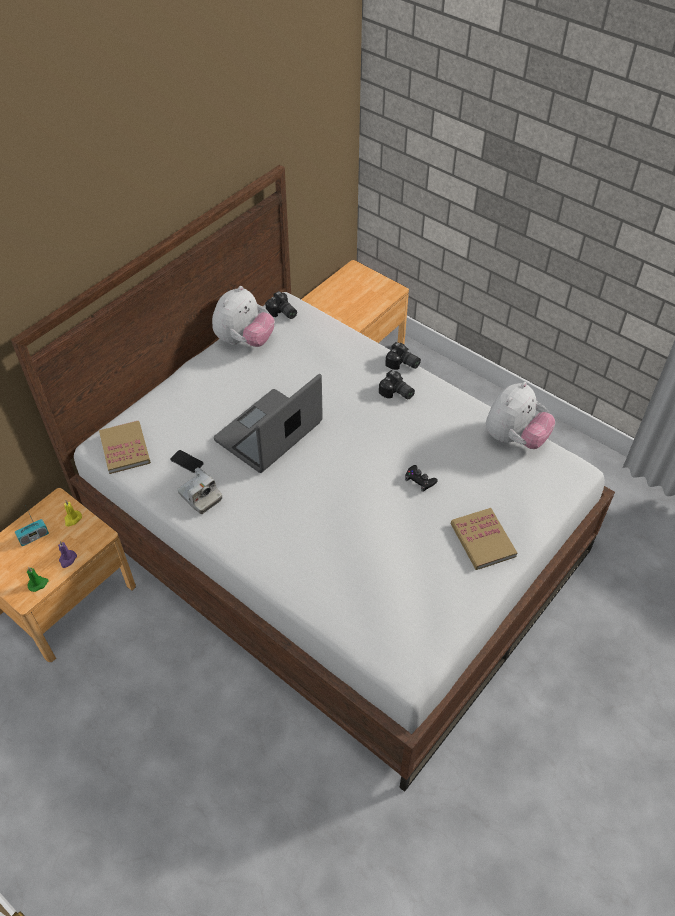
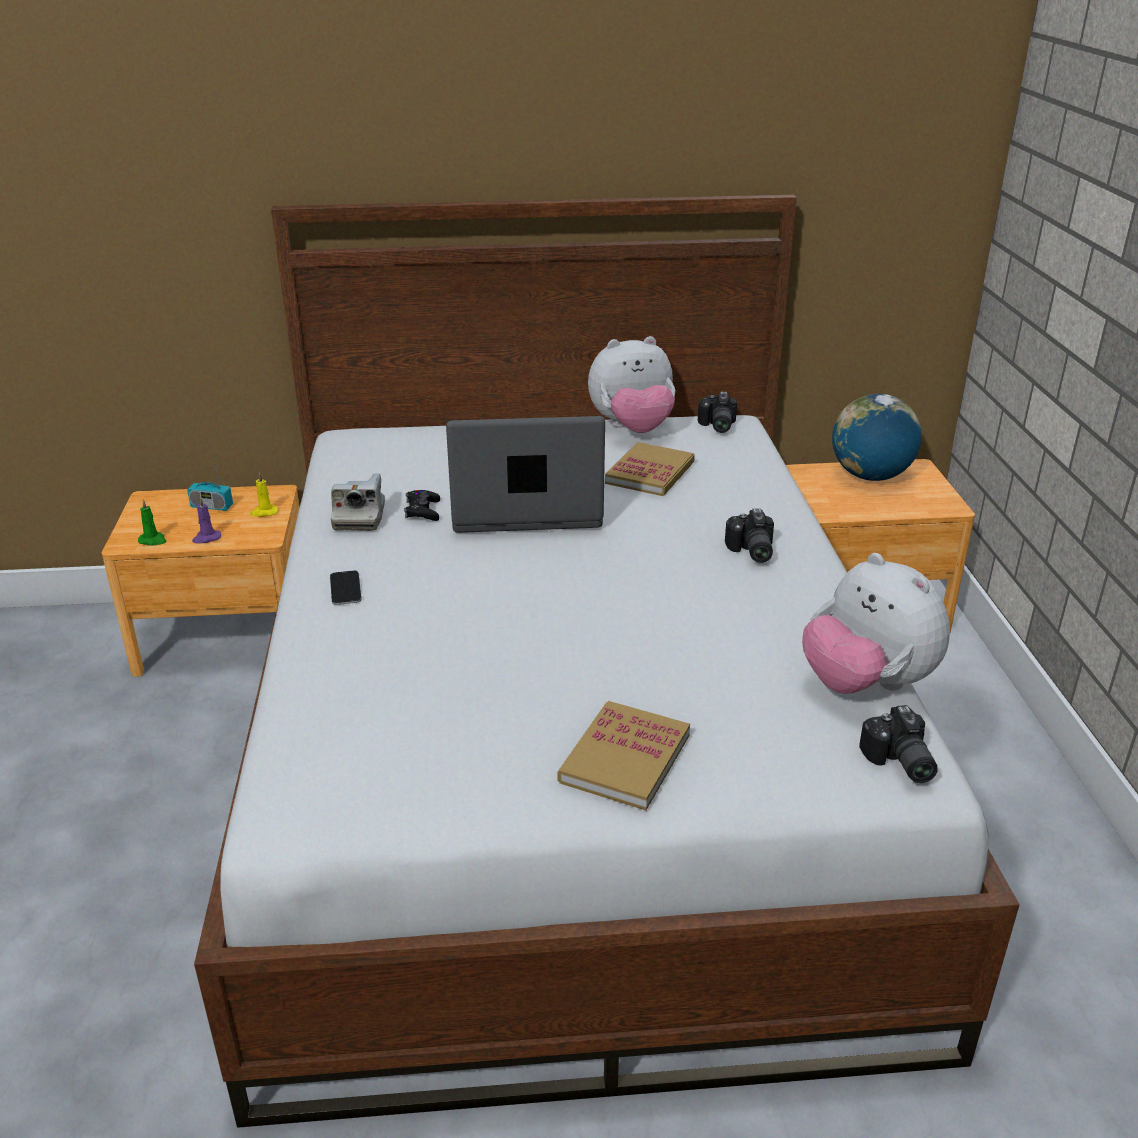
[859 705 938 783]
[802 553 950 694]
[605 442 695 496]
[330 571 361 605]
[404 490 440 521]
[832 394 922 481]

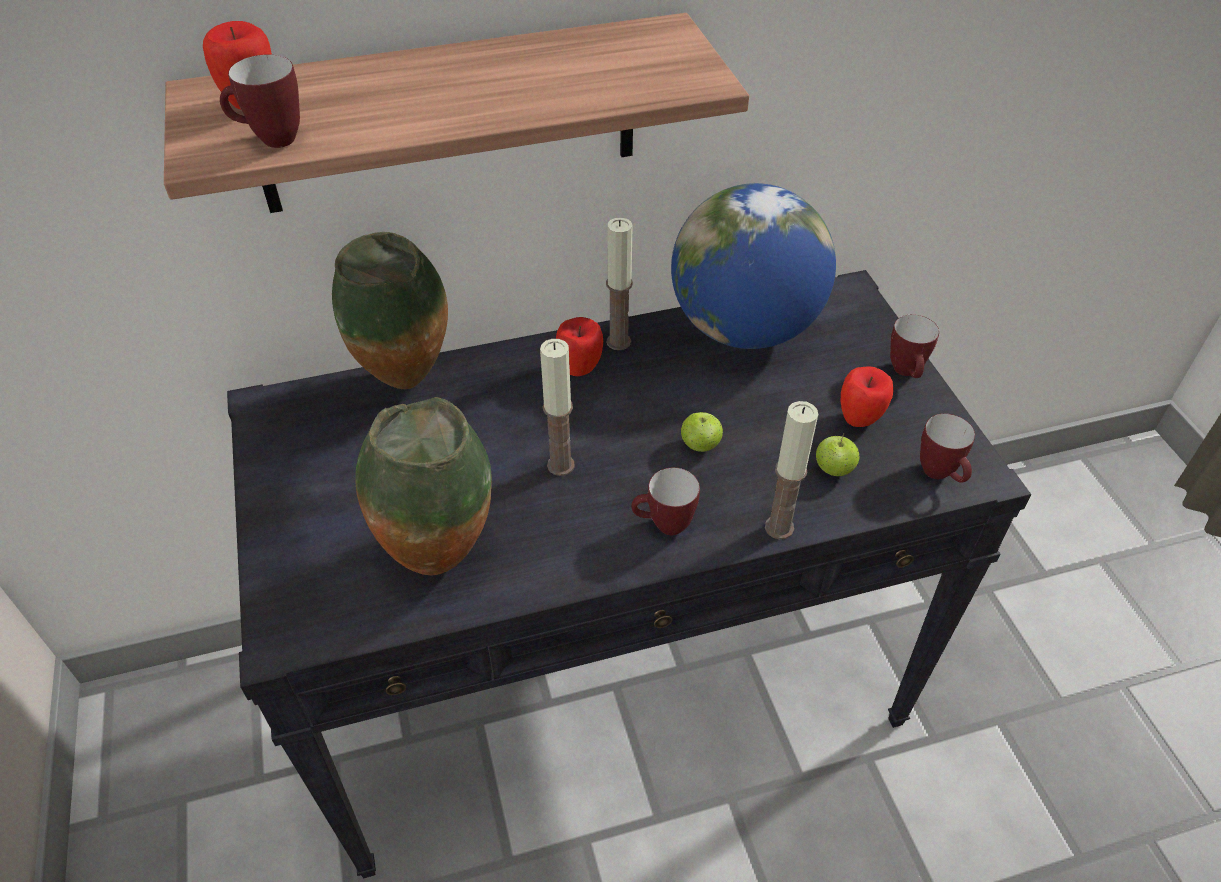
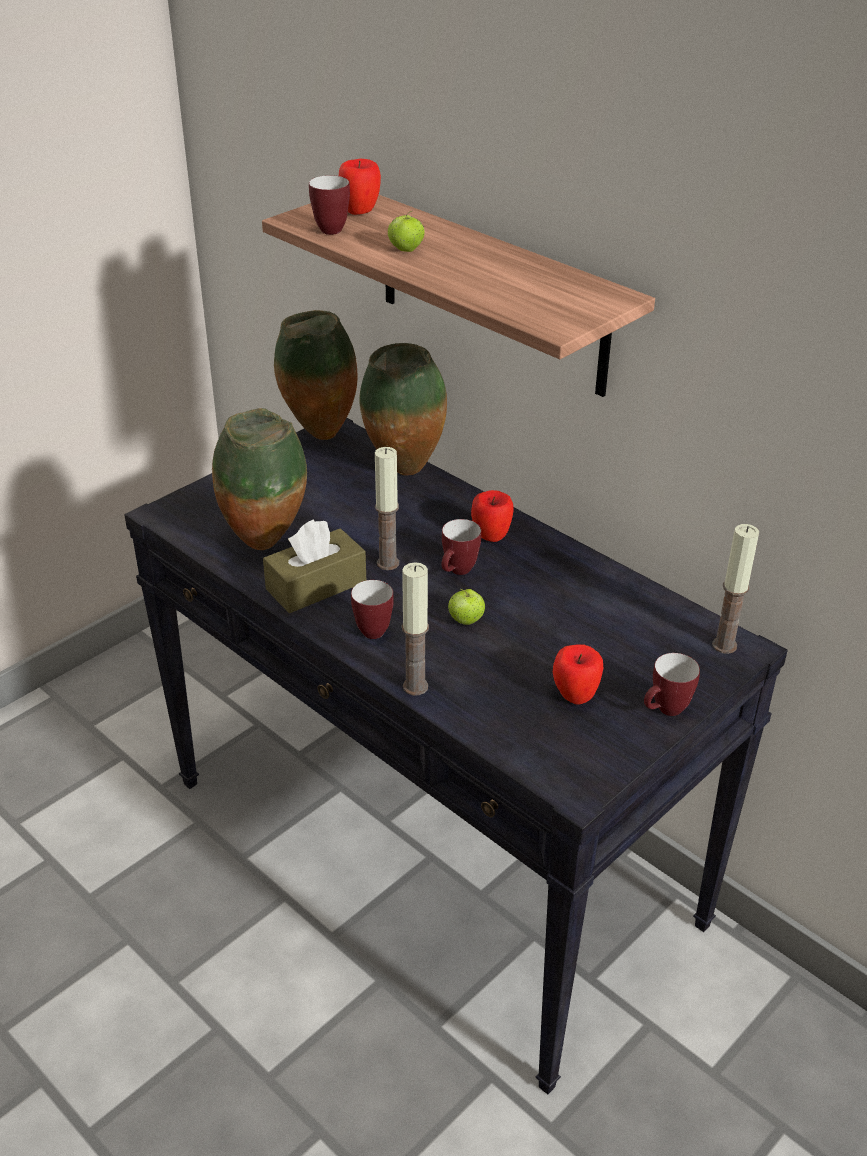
[671 183 836 349] (first image)
[712 524 759 654]
[442 519 481 575]
[388 211 425 252]
[274 310 358 440]
[263 520 366 613]

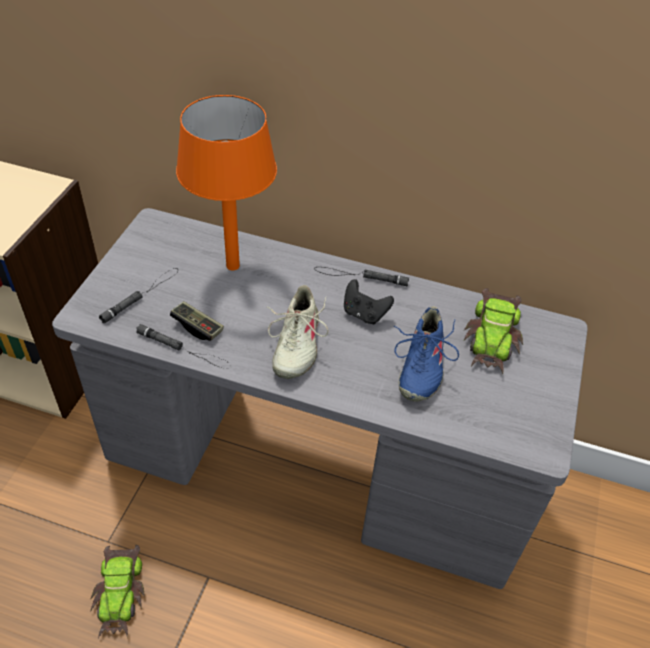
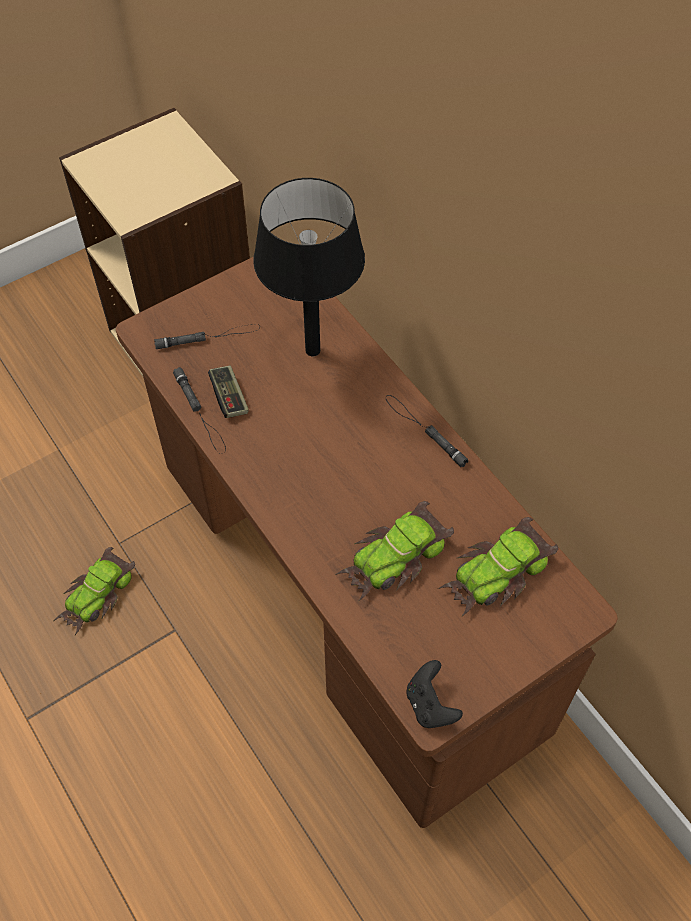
[253 178 365 356]
[116 257 618 828]
[406 660 463 728]
[267 285 328 379] (first image)
[335 501 454 601]

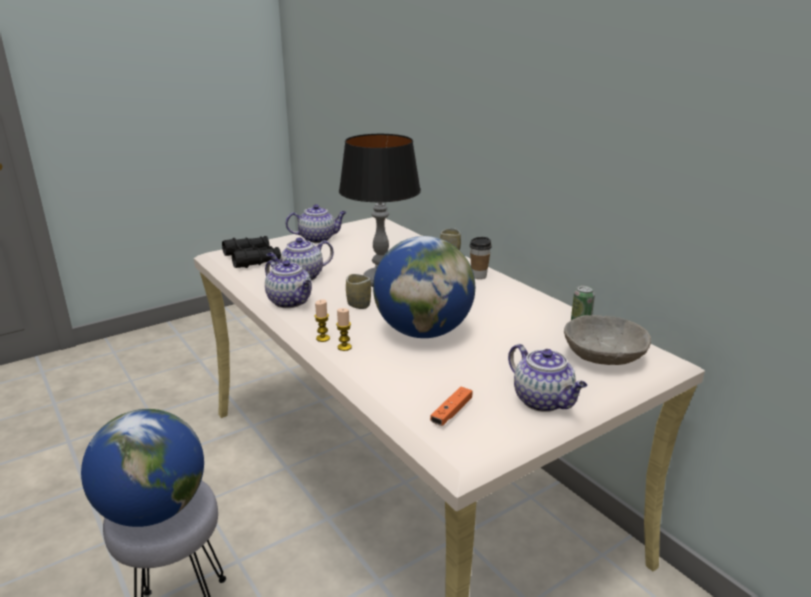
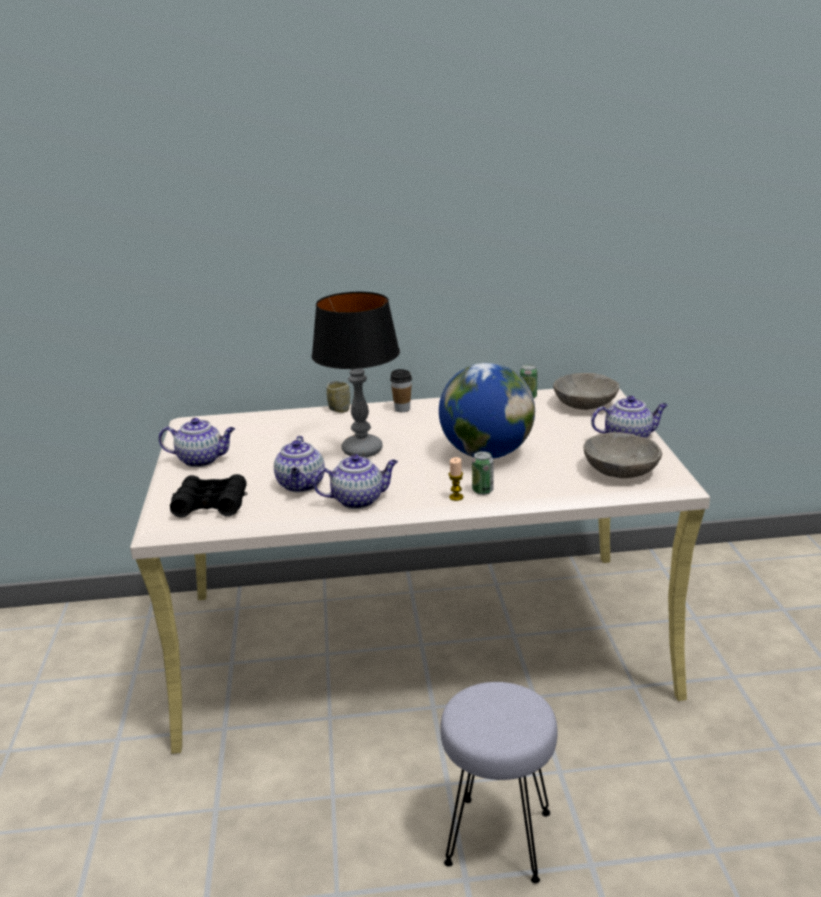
[158 418 235 467]
[346 274 371 309] (first image)
[472 451 494 495]
[584 432 662 478]
[81 409 204 527] (first image)

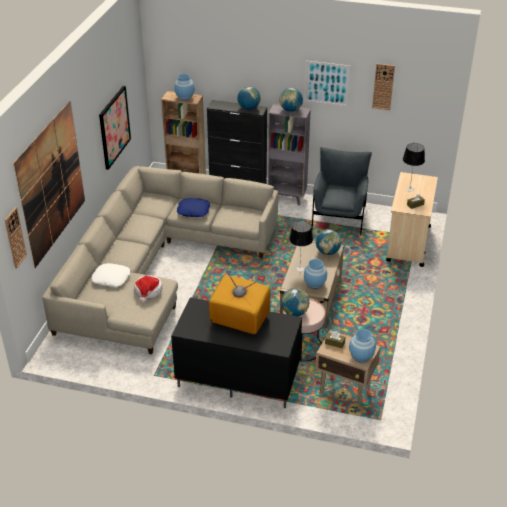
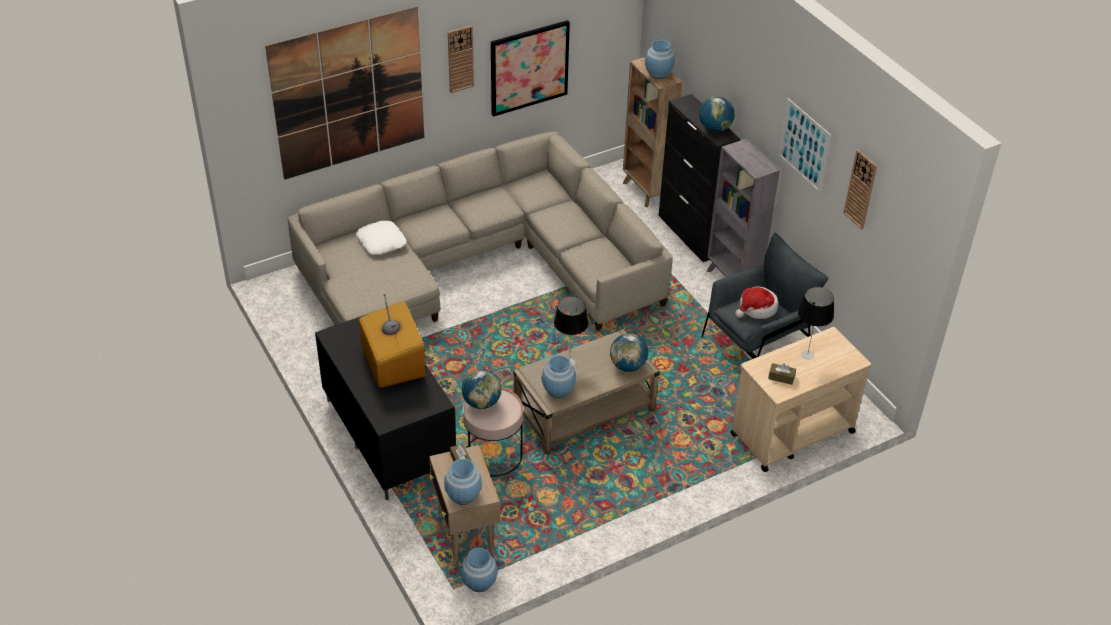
[279 88 303 112] (first image)
[177 198 210 217] (first image)
[448 25 474 93]
[735 286 778 319]
[460 548 498 592]

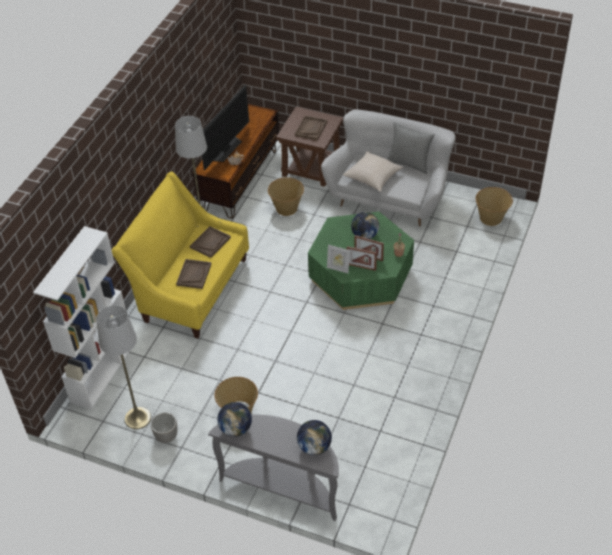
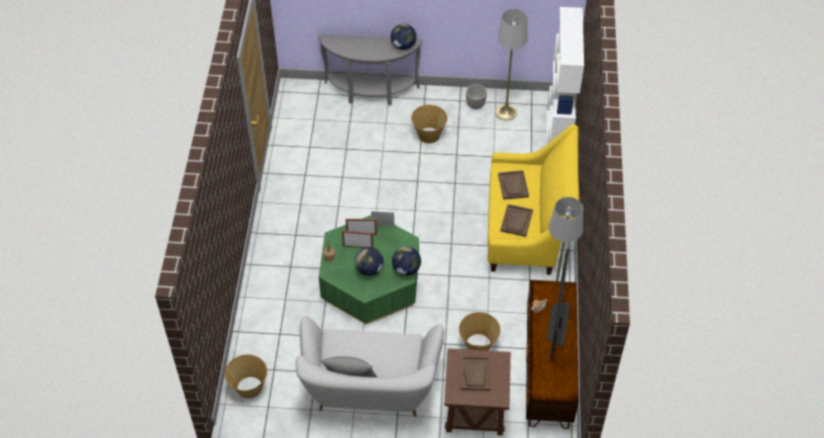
[343 151 404 192] (first image)
[392 246 421 276]

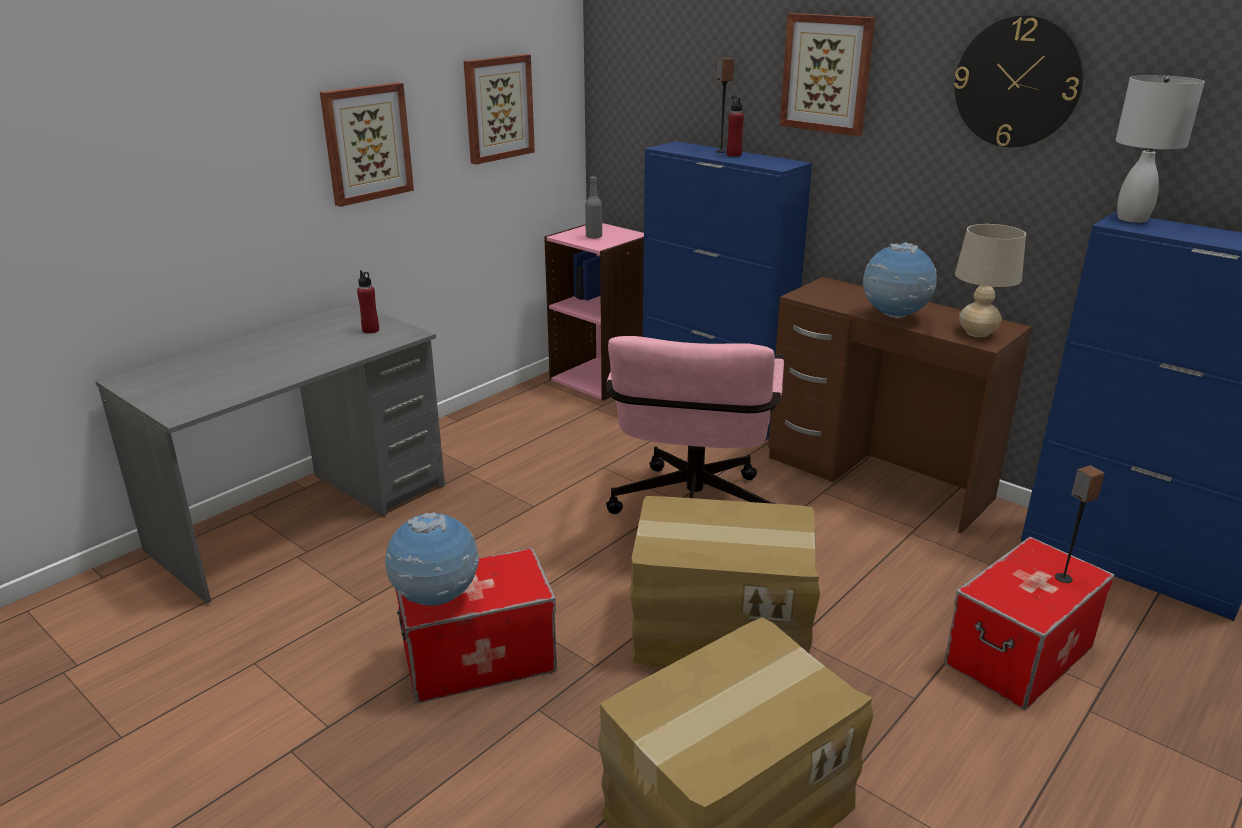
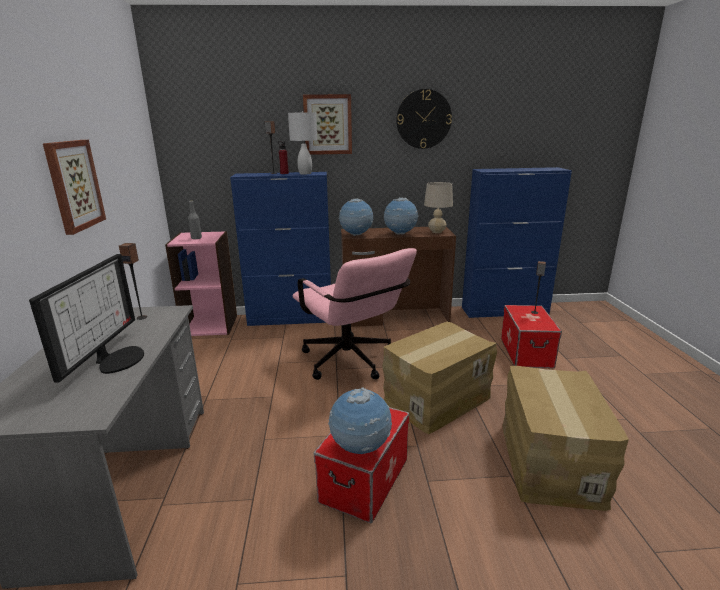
[464 54 535 165] (first image)
[288 112 317 174]
[119 243 147 320]
[339 198 373 236]
[29 254 144 382]

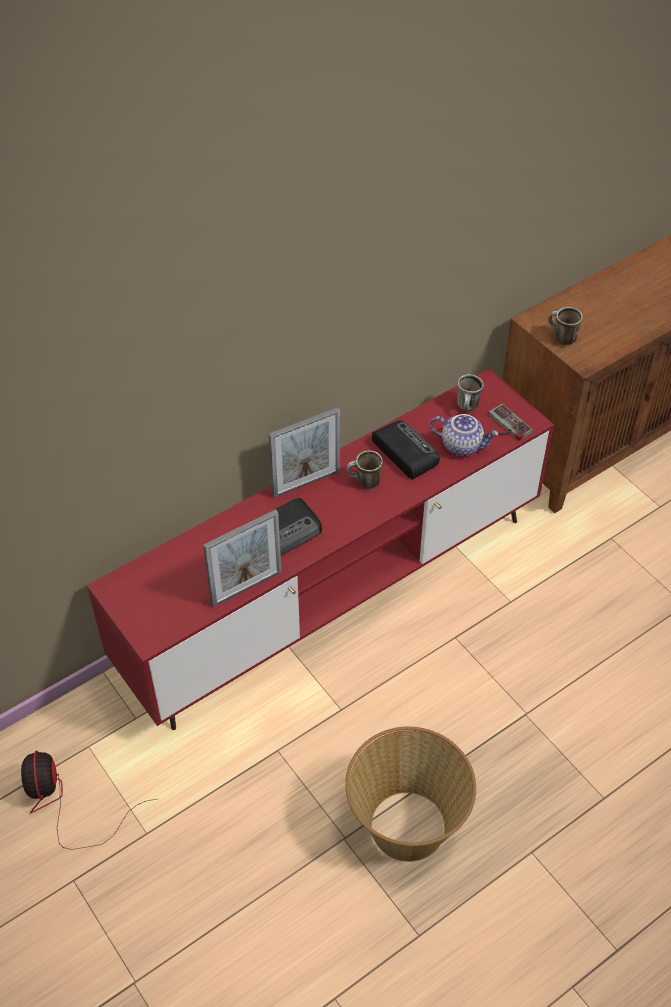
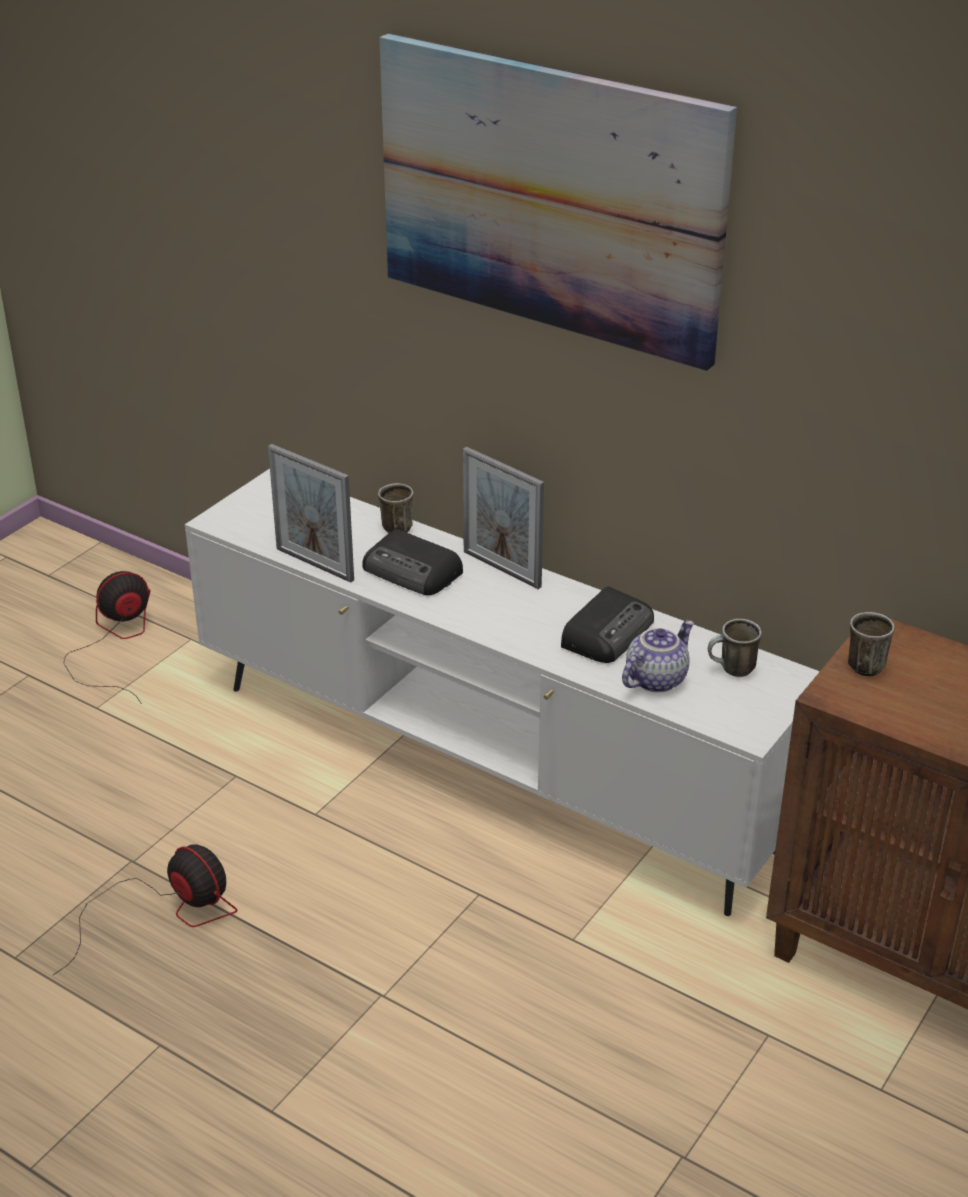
[185 469 820 916]
[489 404 533 441] (first image)
[622 620 694 692]
[378 483 414 533]
[53 844 237 975]
[379 33 737 371]

